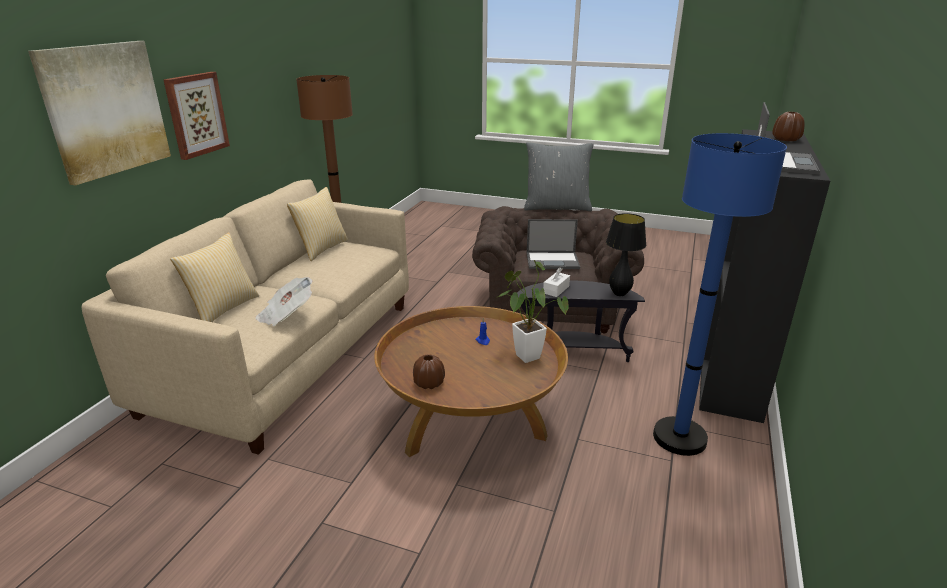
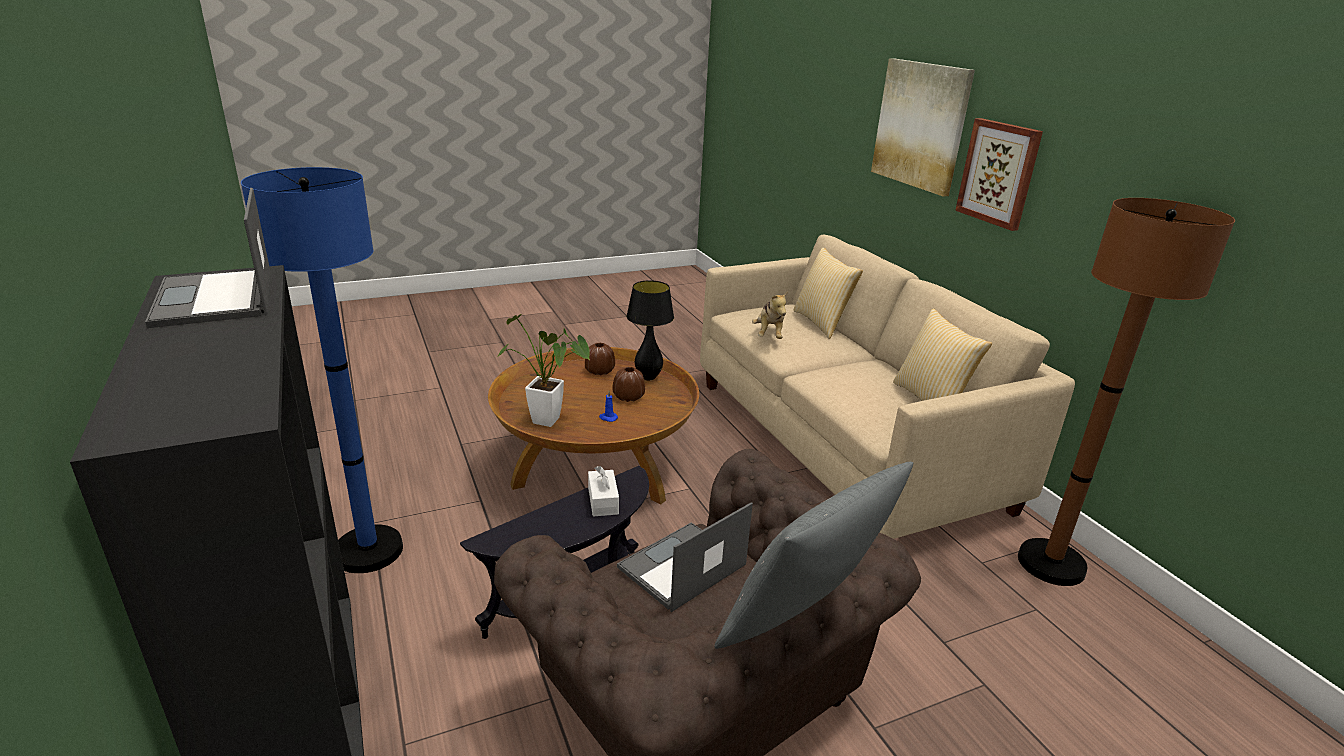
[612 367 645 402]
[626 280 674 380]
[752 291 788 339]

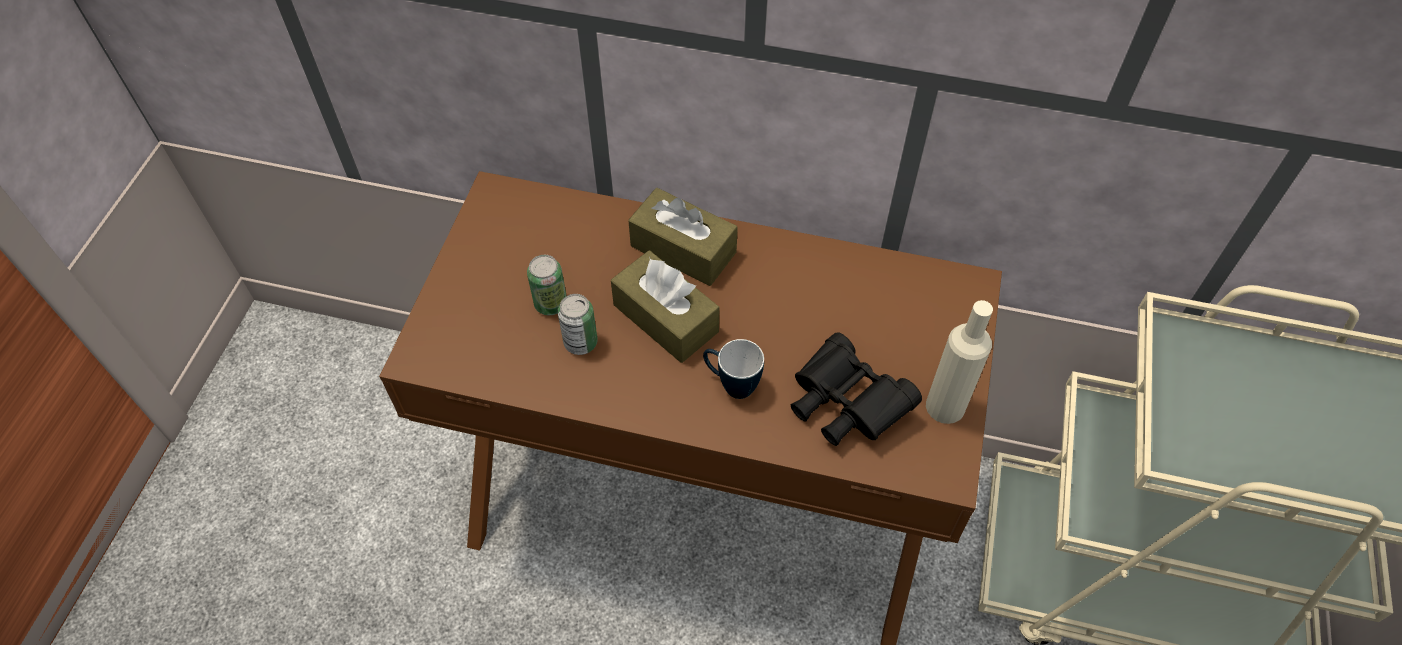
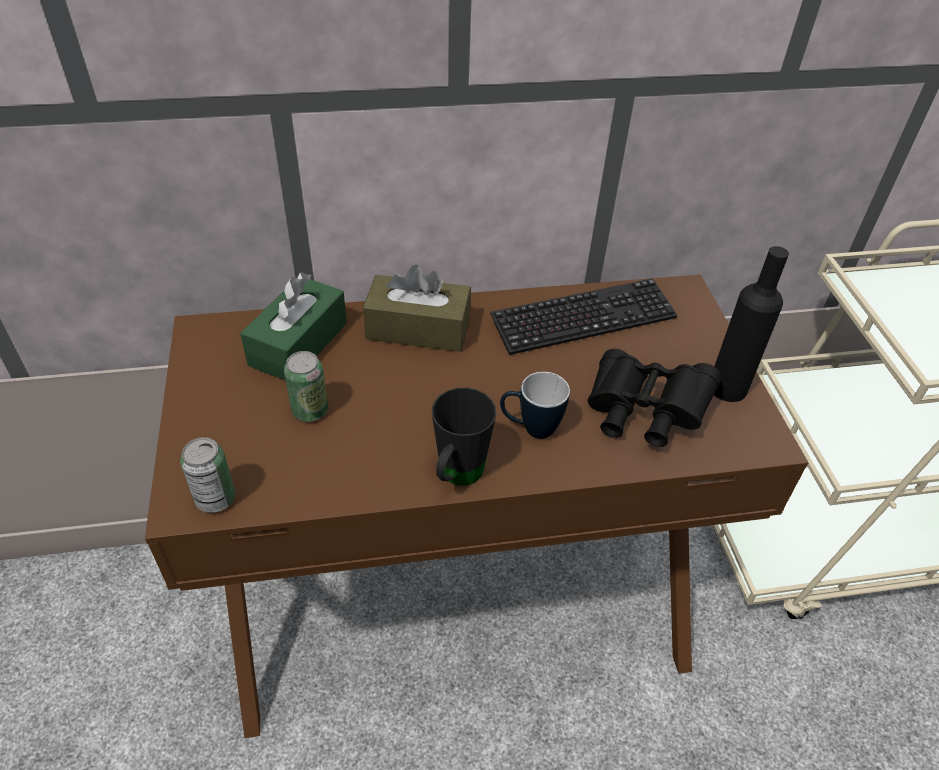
[611 251 720 363] (first image)
[180 437 236 513]
[714 246 789 402]
[240 272 347 381]
[490 278 678 355]
[432 388 496 486]

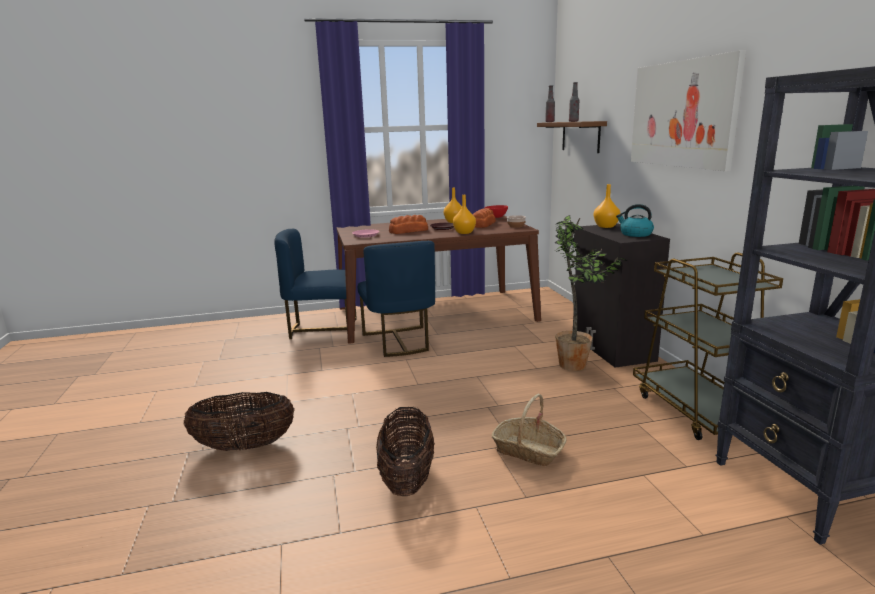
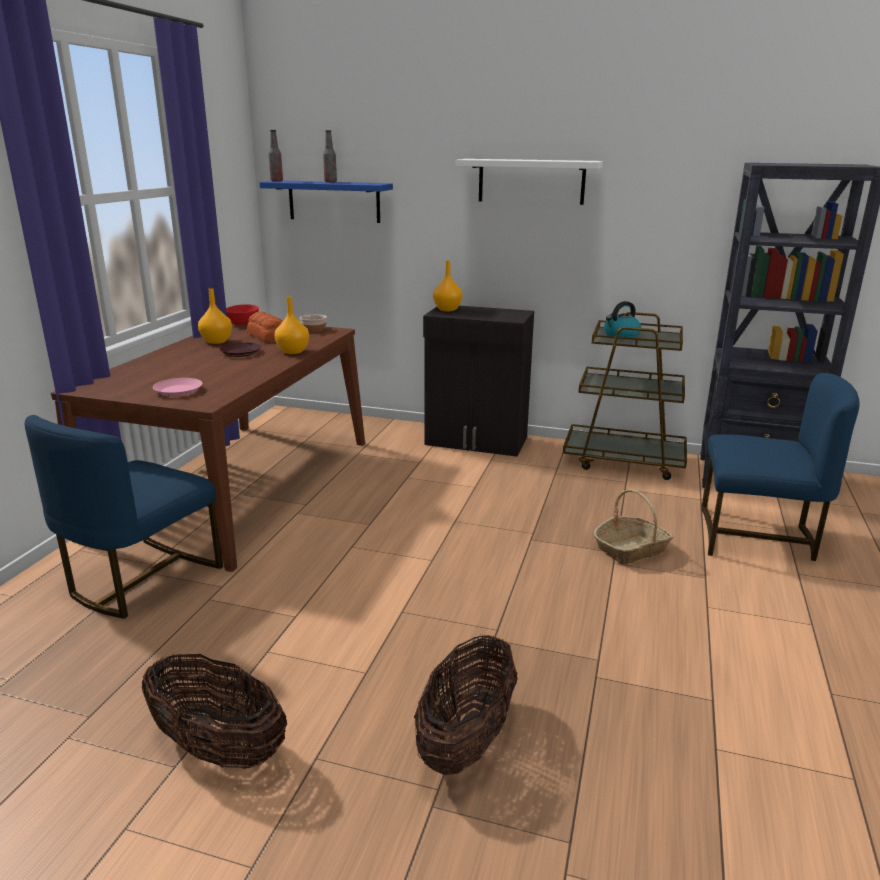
[456 159 603 205]
[260 181 393 223]
[604 301 641 338]
[389 215 428 234] (first image)
[554 215 628 371] (first image)
[701 373 860 561]
[142 653 287 769]

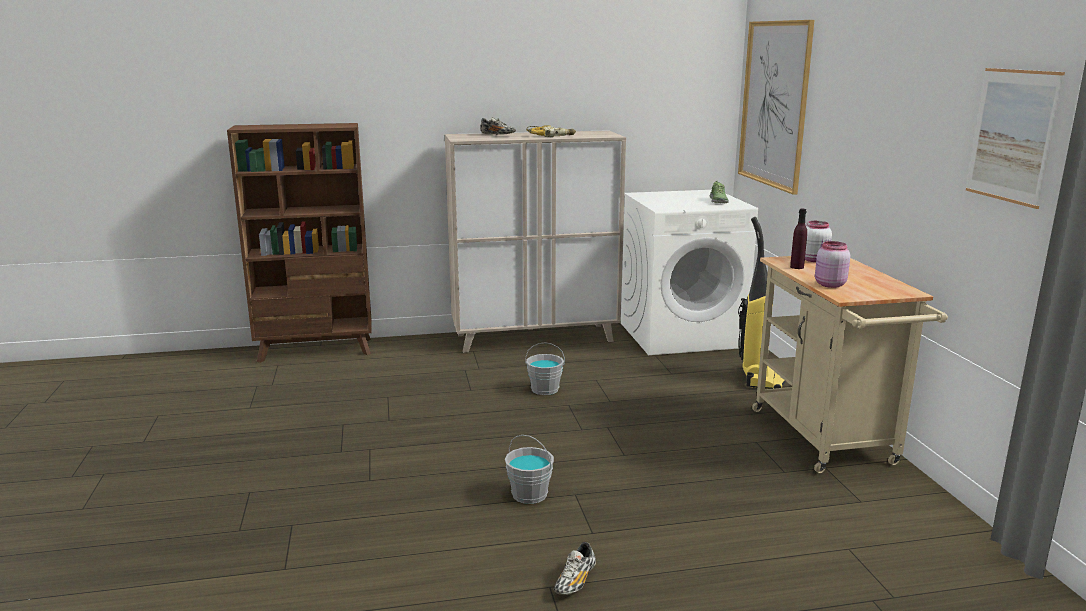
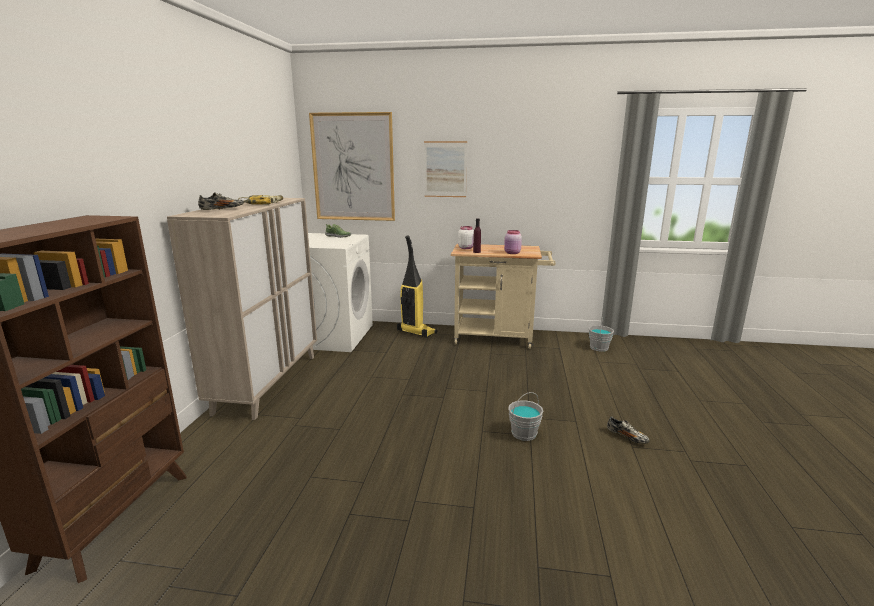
[424 141 467 197]
[589 318 614 352]

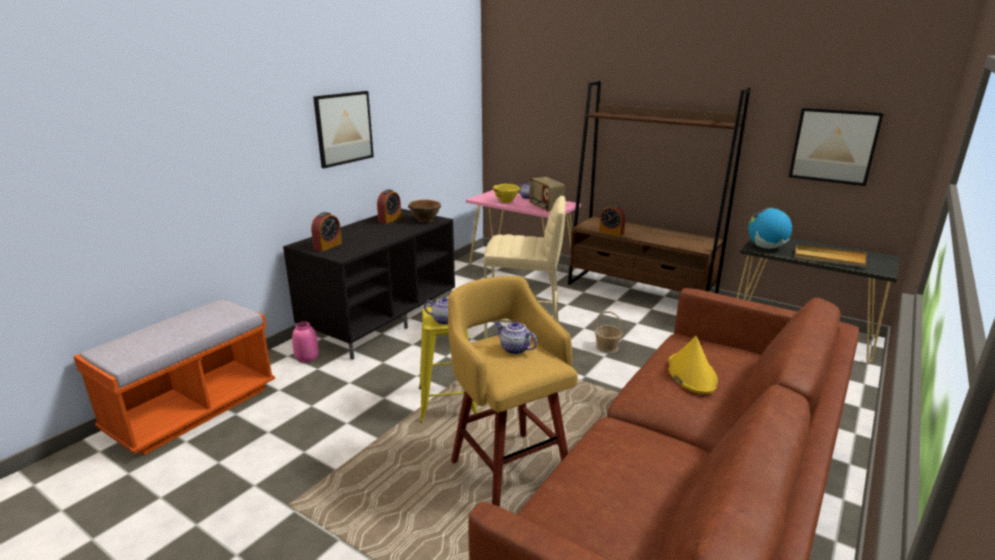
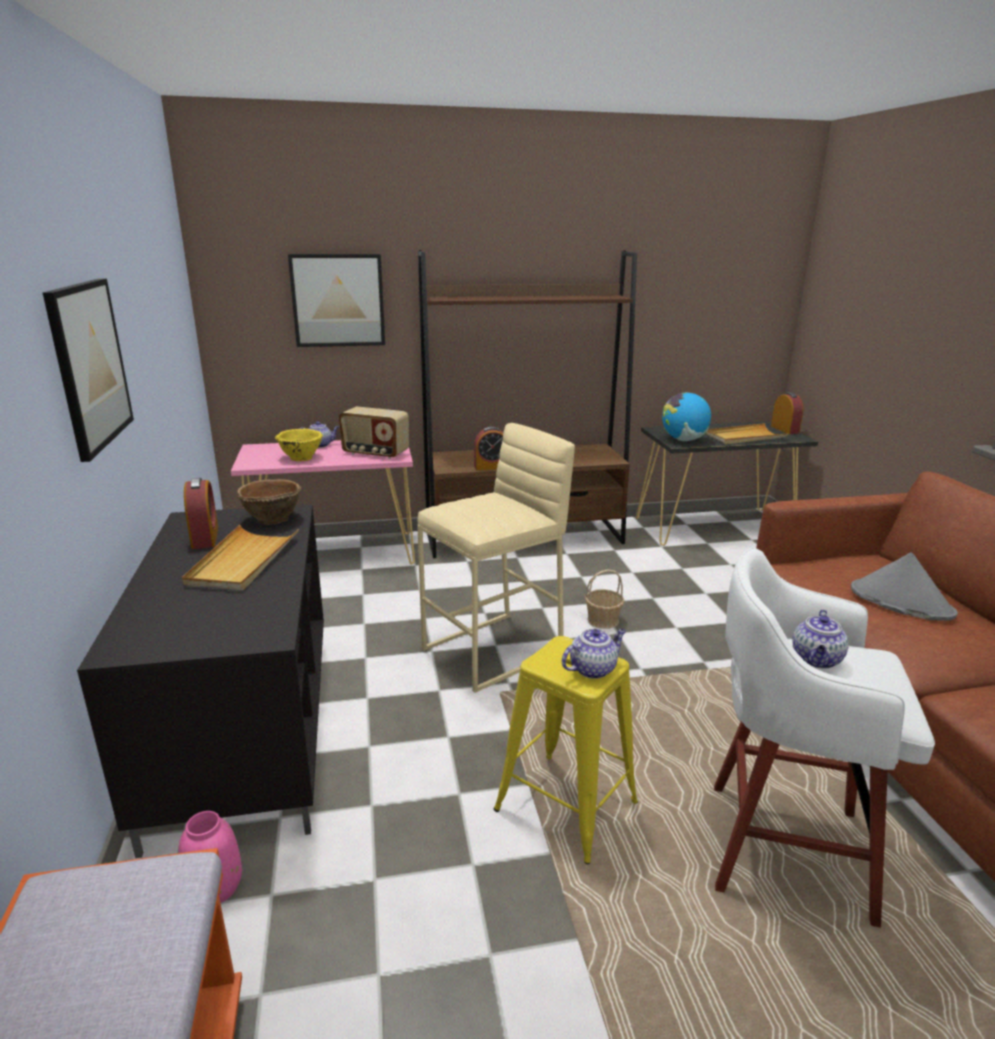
[288 254 385 347]
[771 392 803 434]
[714 547 935 928]
[792 609 849 669]
[851 552 958 621]
[182 525 299 590]

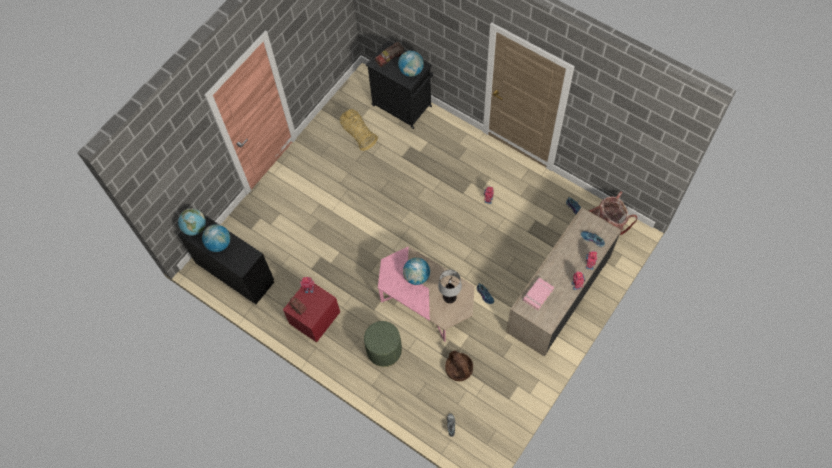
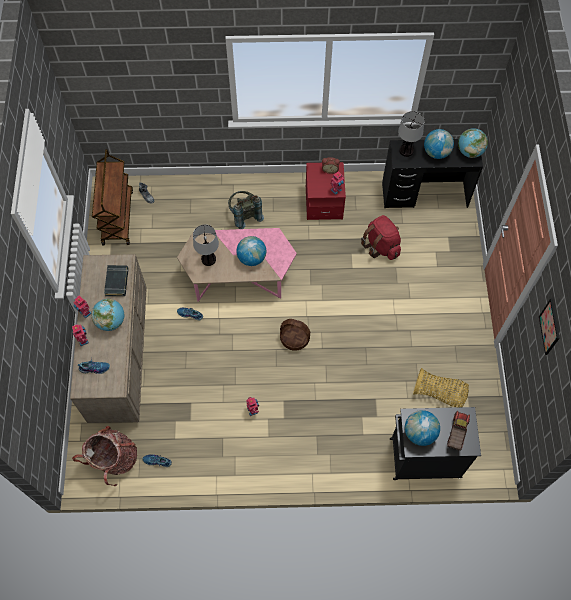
[104 265 129 296]
[228 191 264 229]
[280 319 310 351]
[398 111 425 157]
[92 149 133 246]
[361 215 401 260]
[91 299 124 331]
[539 299 560 355]

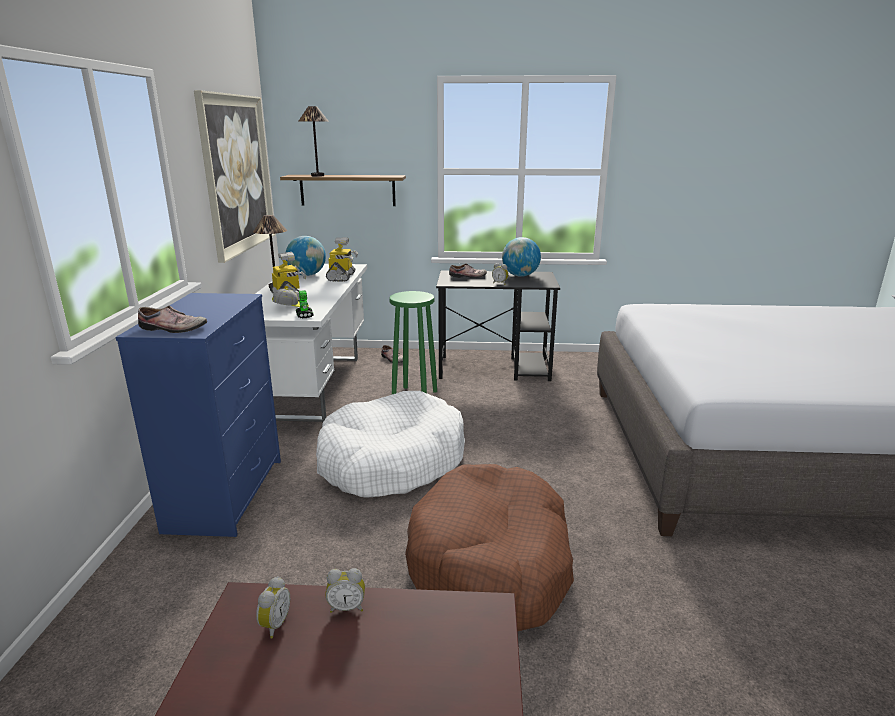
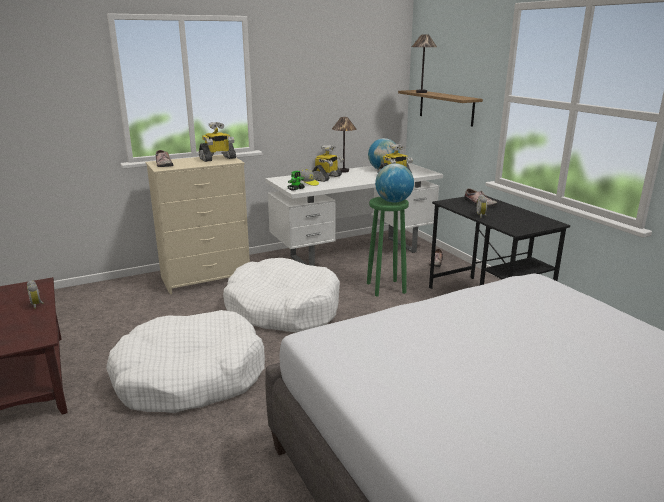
[194 90 275 263] (first image)
[375 163 414 203]
[145 155 250 295]
[106 310 265 413]
[256 576 290 639] (first image)
[199 122 236 162]

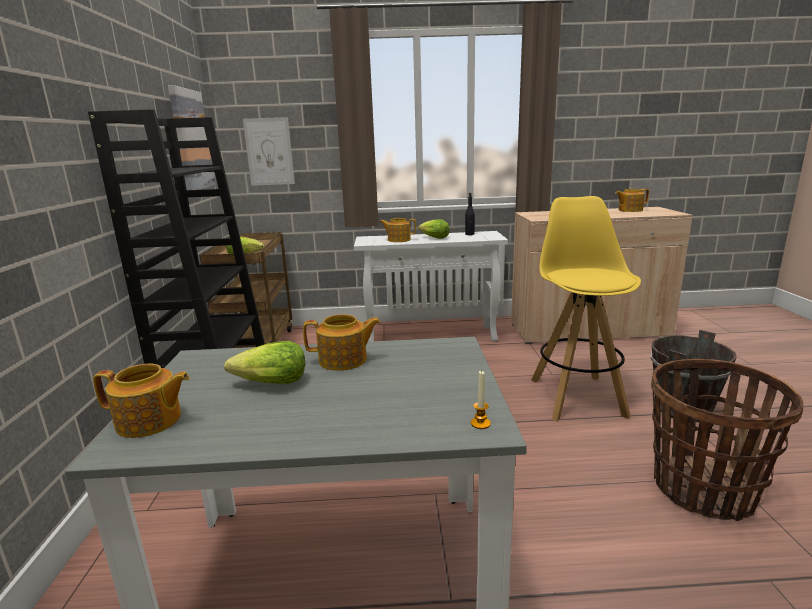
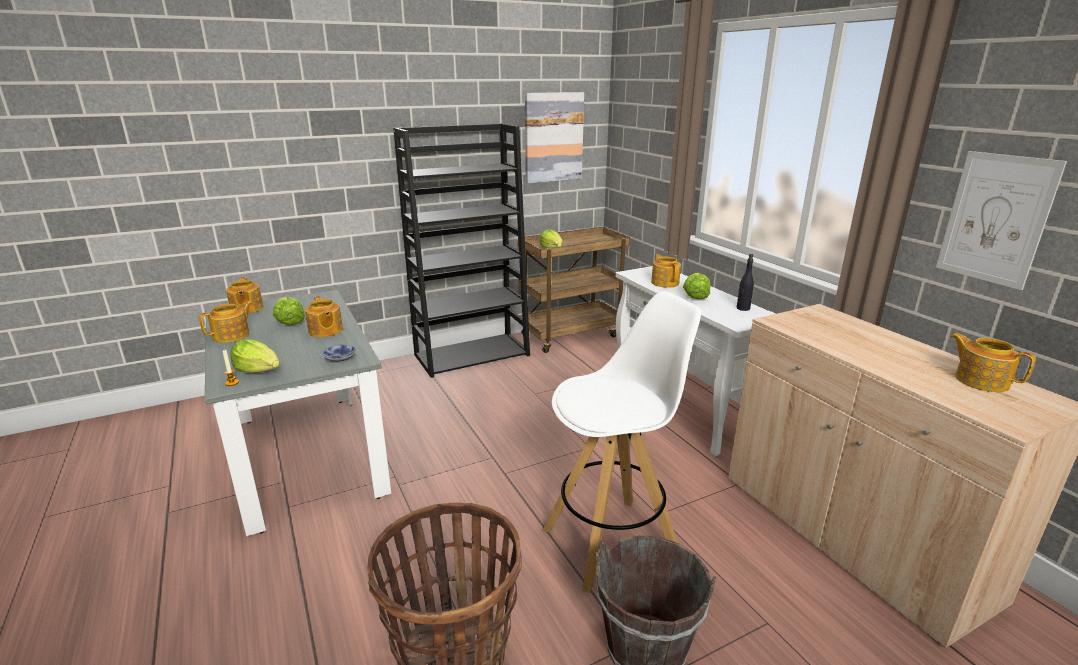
[936 151 1067 290]
[542 291 701 593]
[199 301 253 343]
[230 339 280 373]
[322 344 356 363]

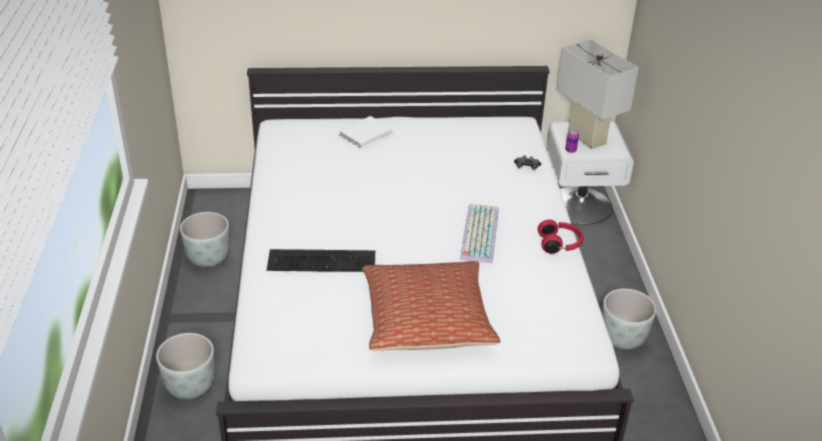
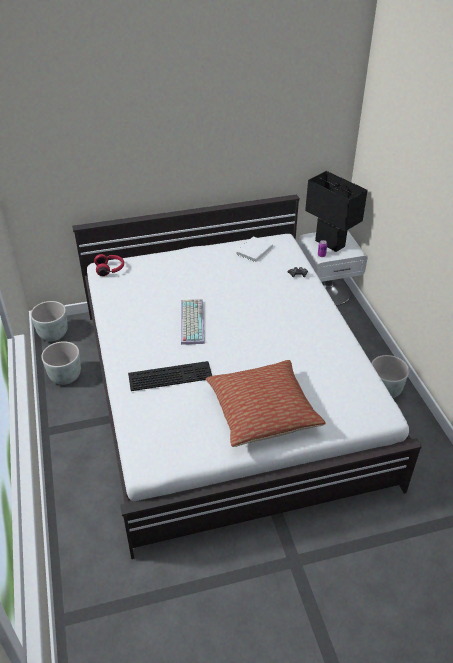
[305 171 368 252]
[236 236 273 262]
[181 299 205 345]
[94 254 124 276]
[31 301 68 341]

